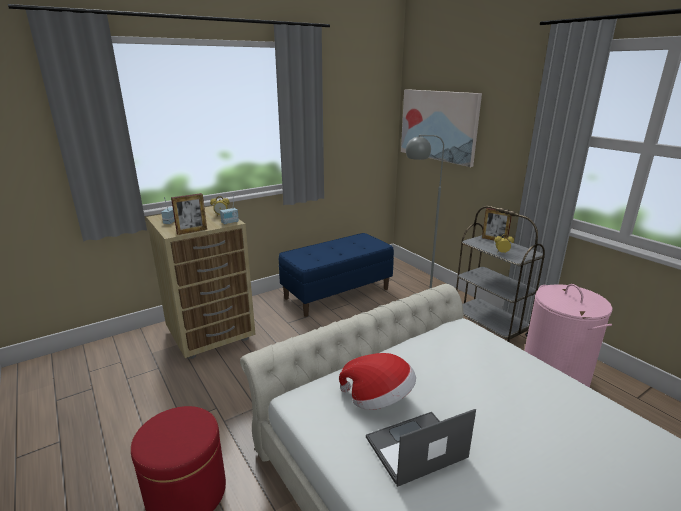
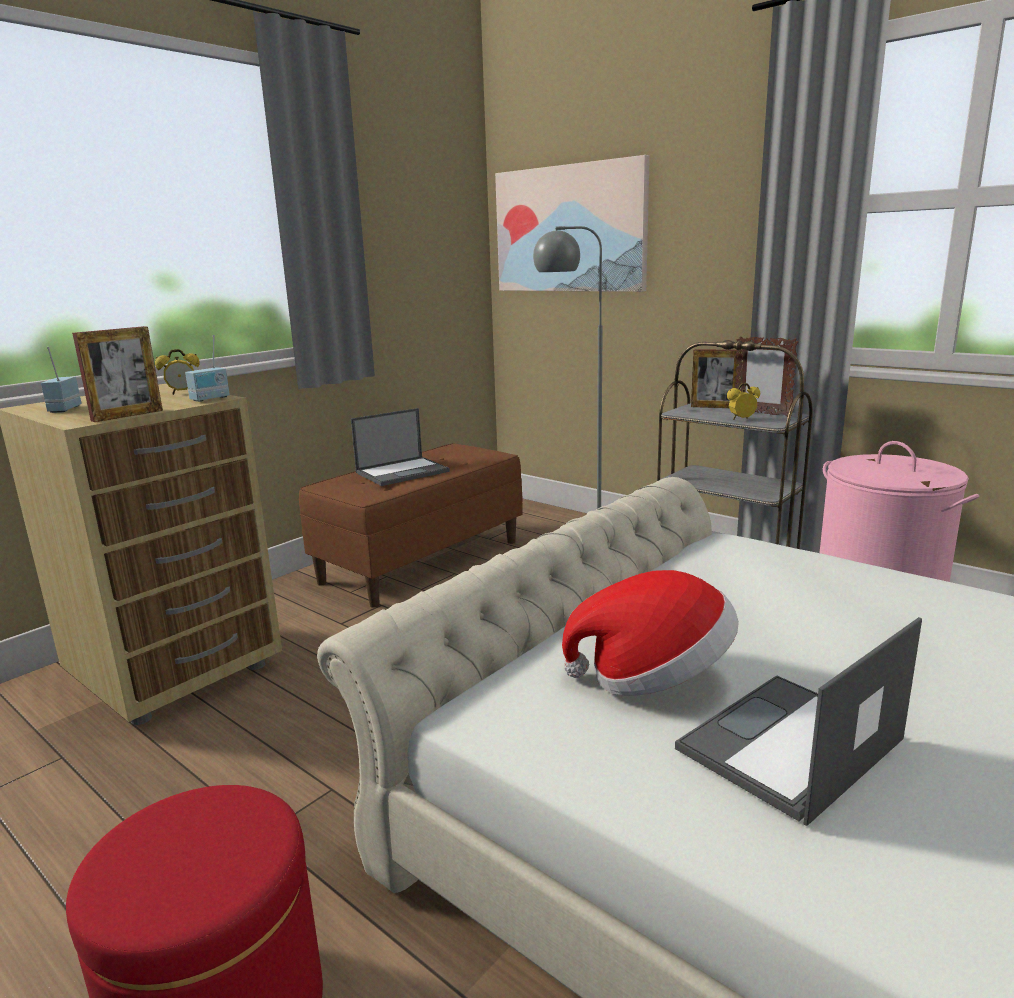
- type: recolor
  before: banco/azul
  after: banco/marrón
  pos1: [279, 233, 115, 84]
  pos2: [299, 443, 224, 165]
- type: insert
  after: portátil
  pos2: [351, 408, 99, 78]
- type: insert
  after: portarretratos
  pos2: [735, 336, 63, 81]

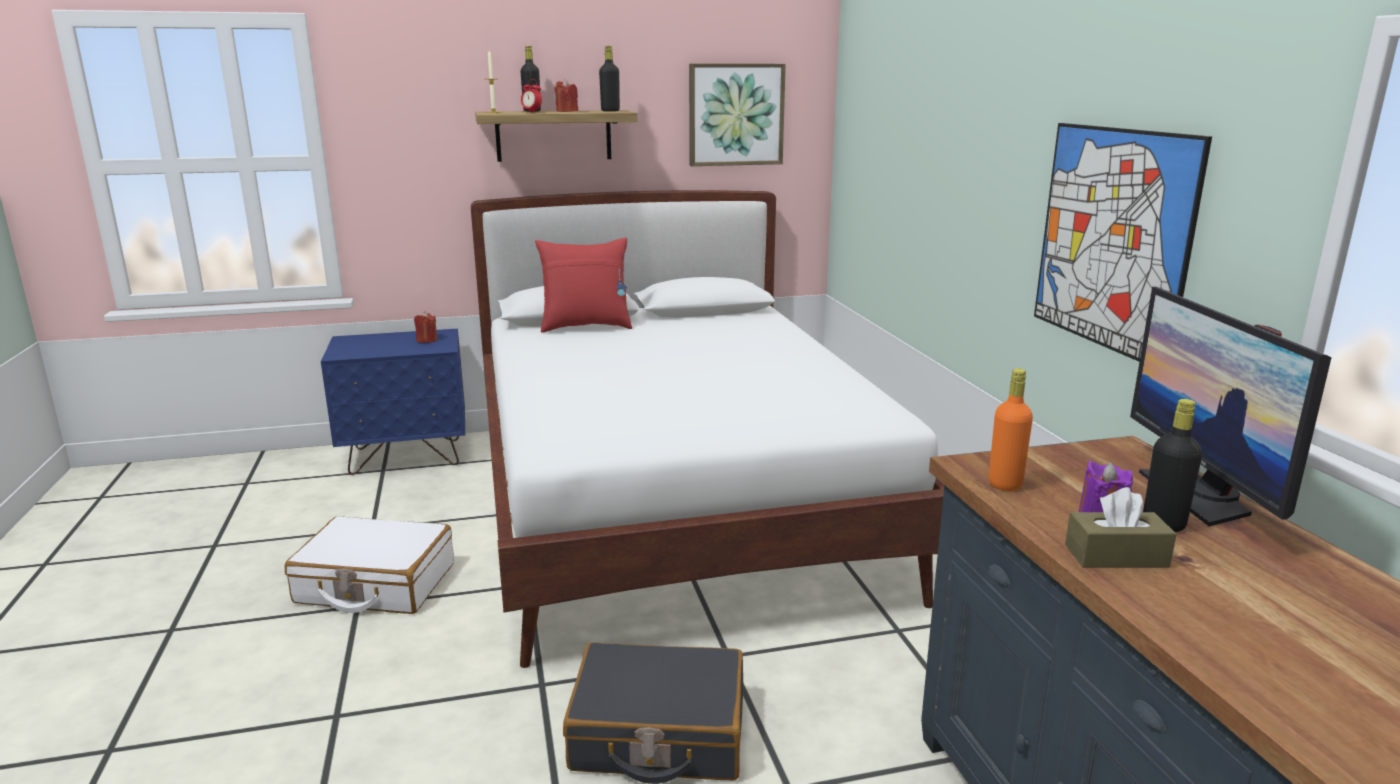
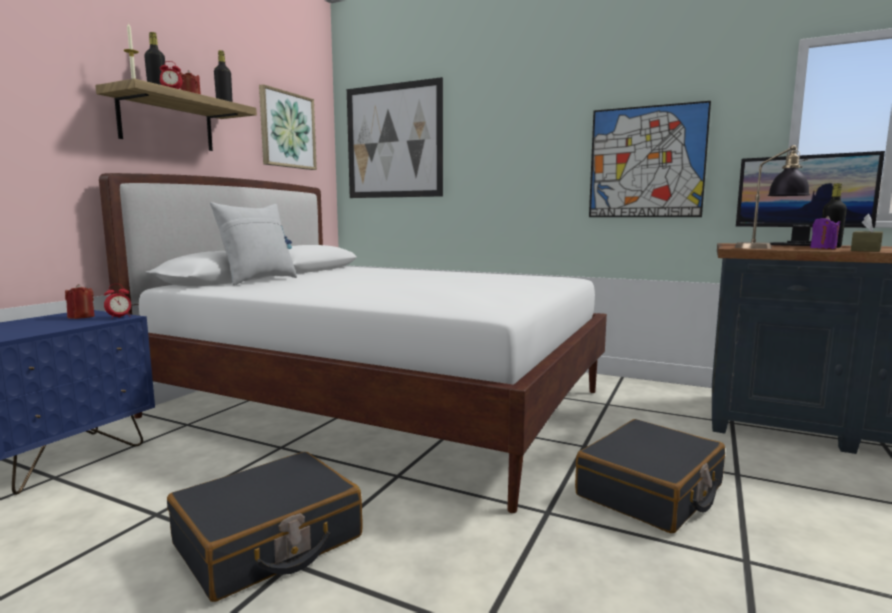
- type: insert
  after: despertador
  pos2: [104, 284, 27, 35]
- type: recolor
  before: maleta/blanco
  after: maleta/negro
  pos1: [285, 516, 169, 98]
  pos2: [167, 452, 196, 150]
- type: recolor
  before: cojín/rojo
  after: cojín/gris
  pos1: [535, 237, 97, 95]
  pos2: [210, 202, 87, 83]
- type: insert
  after: cuadro
  pos2: [347, 77, 96, 121]
- type: replace
  before: botella/naranja
  after: lámpara de mesa
  pos1: [989, 369, 44, 122]
  pos2: [735, 145, 75, 104]

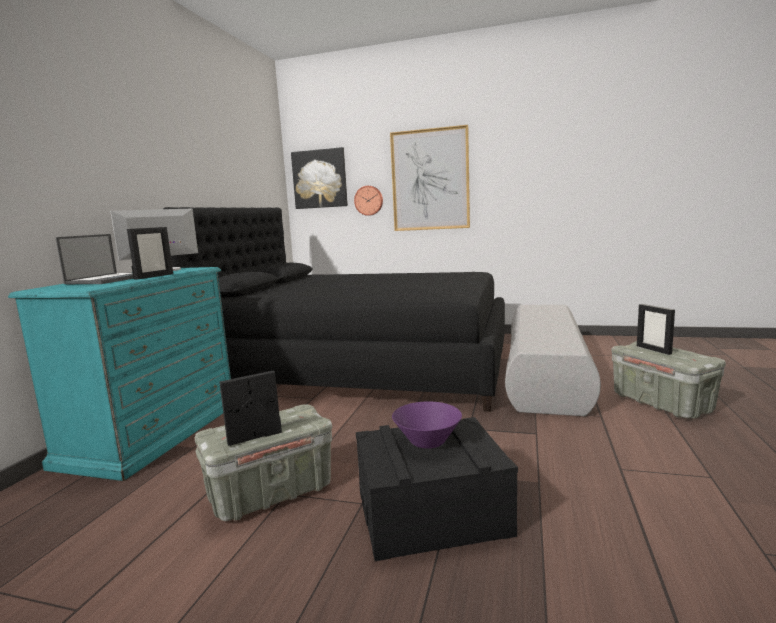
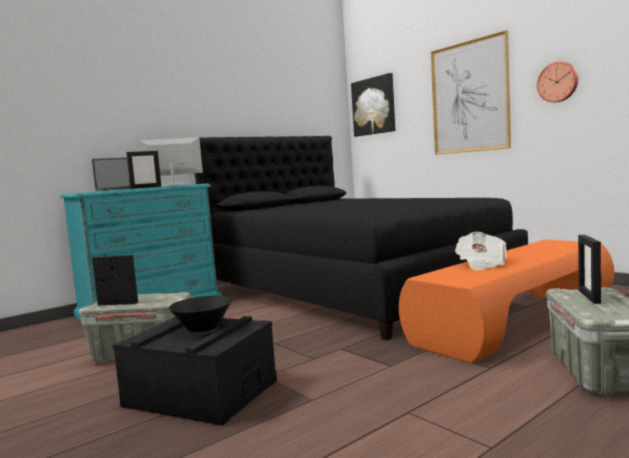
- type: recolor
  before: cuenco/morado
  after: cuenco/negro
  pos1: [392, 401, 70, 48]
  pos2: [169, 296, 63, 36]
- type: recolor
  before: banco/gris
  after: banco/naranja
  pos1: [505, 305, 96, 111]
  pos2: [399, 240, 215, 124]
- type: insert
  after: periódico
  pos2: [455, 232, 51, 38]
- type: move
  before: reloj de pared
  pos1: [354, 186, 29, 30]
  pos2: [537, 62, 41, 40]

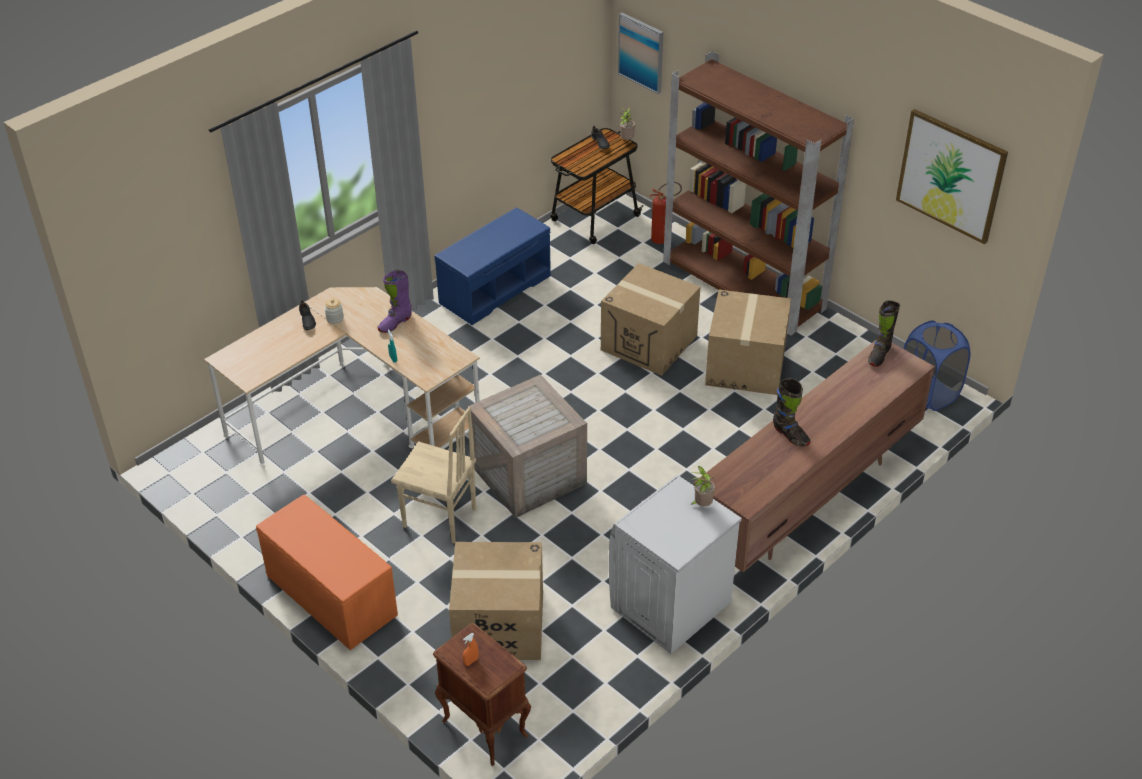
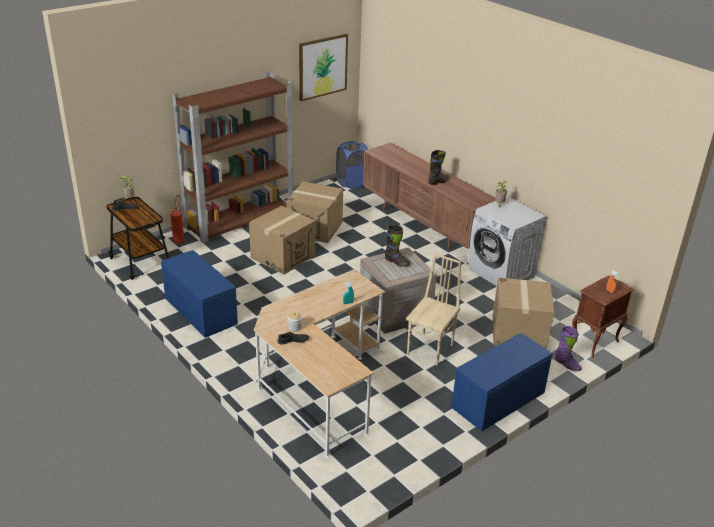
- type: move
  before: bota/negro
  pos1: [868, 300, 32, 67]
  pos2: [385, 224, 25, 43]
- type: recolor
  before: banco/naranja
  after: banco/azul
  pos1: [256, 495, 142, 155]
  pos2: [451, 333, 102, 98]
- type: move
  before: bota/morado
  pos1: [377, 270, 35, 63]
  pos2: [555, 326, 27, 45]
- type: delete
  before: cuadro
  pos1: [618, 13, 45, 81]

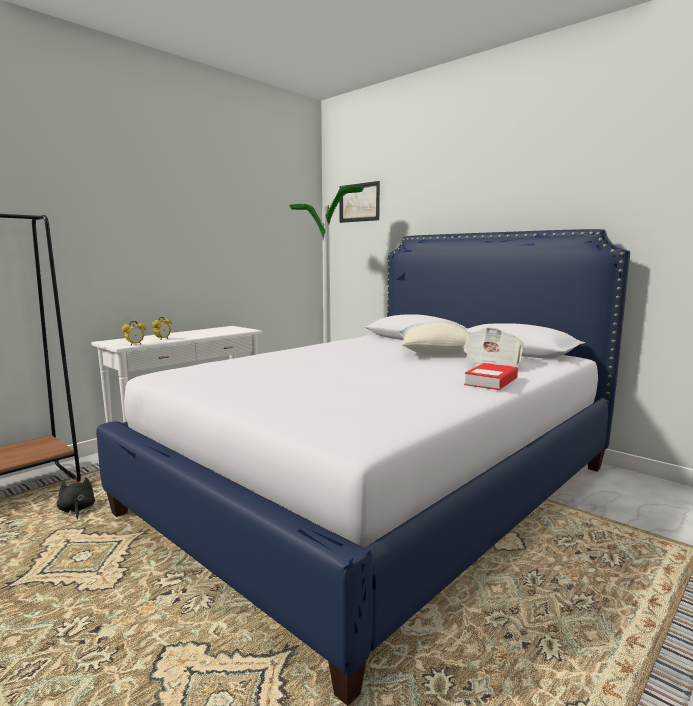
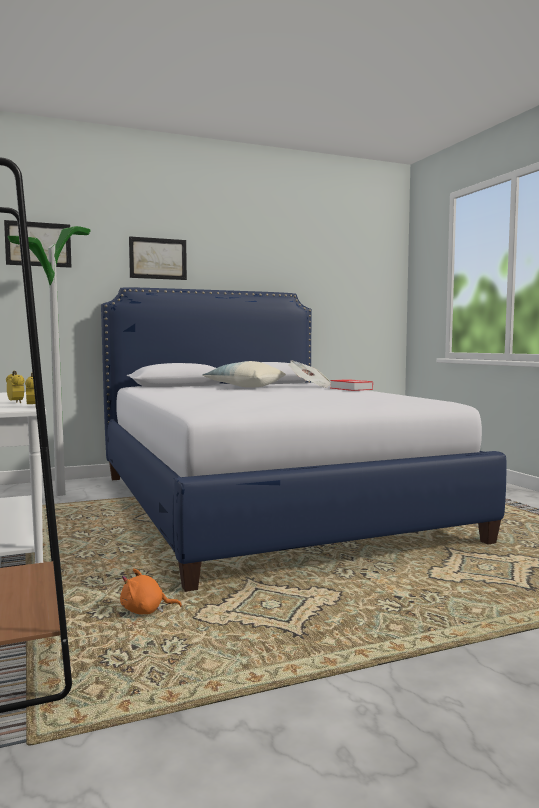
- type: recolor
  before: peluche/negro
  after: peluche/naranja
  pos1: [57, 477, 38, 42]
  pos2: [120, 569, 62, 46]
- type: insert
  after: cuadro
  pos2: [129, 236, 58, 44]

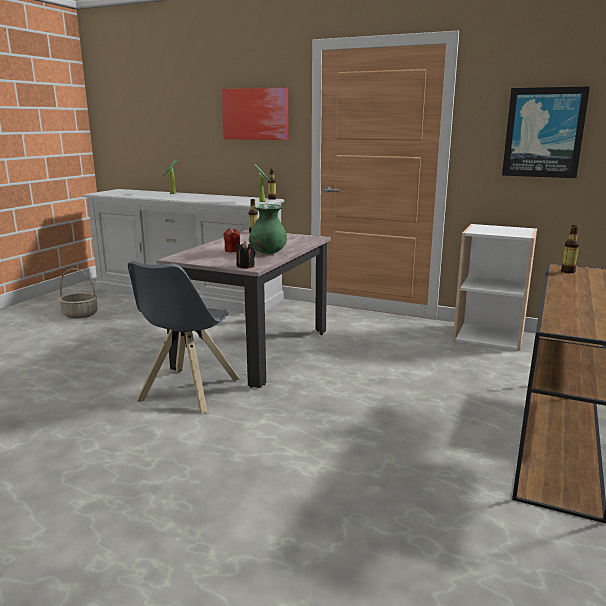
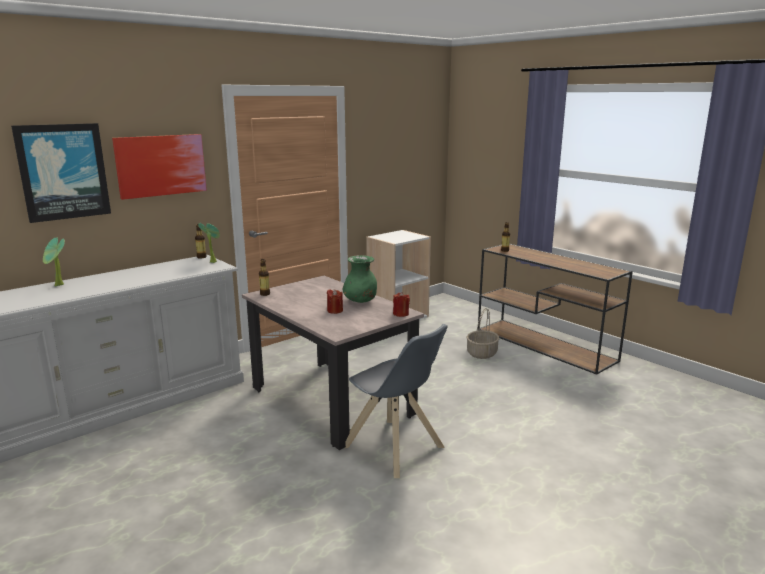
- type: move
  before: cuadro
  pos1: [502, 86, 88, 92]
  pos2: [11, 123, 100, 100]
- type: recolor
  before: vela/negro
  after: vela/rojo
  pos1: [236, 241, 20, 27]
  pos2: [393, 292, 17, 25]
- type: move
  before: cesta
  pos1: [58, 268, 40, 51]
  pos2: [467, 308, 33, 51]

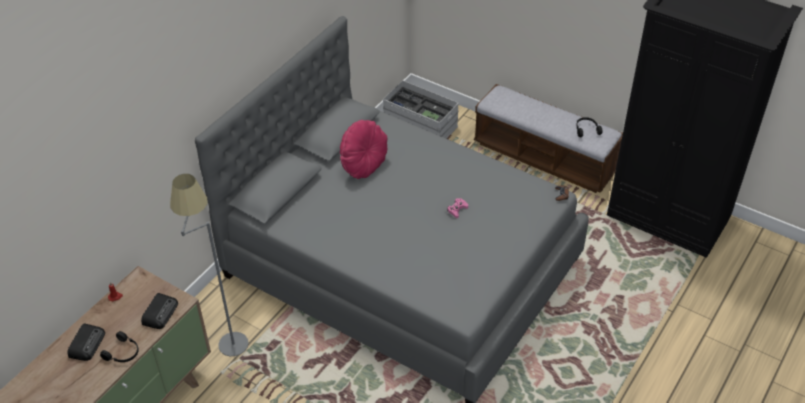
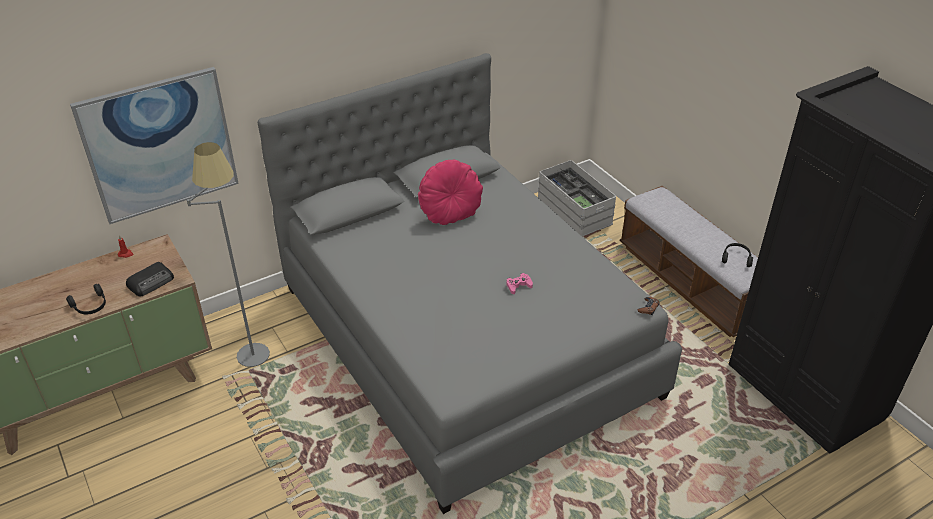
- type: insert
  after: cuadro
  pos2: [70, 67, 169, 157]
- type: delete
  before: radio
  pos1: [68, 323, 37, 38]

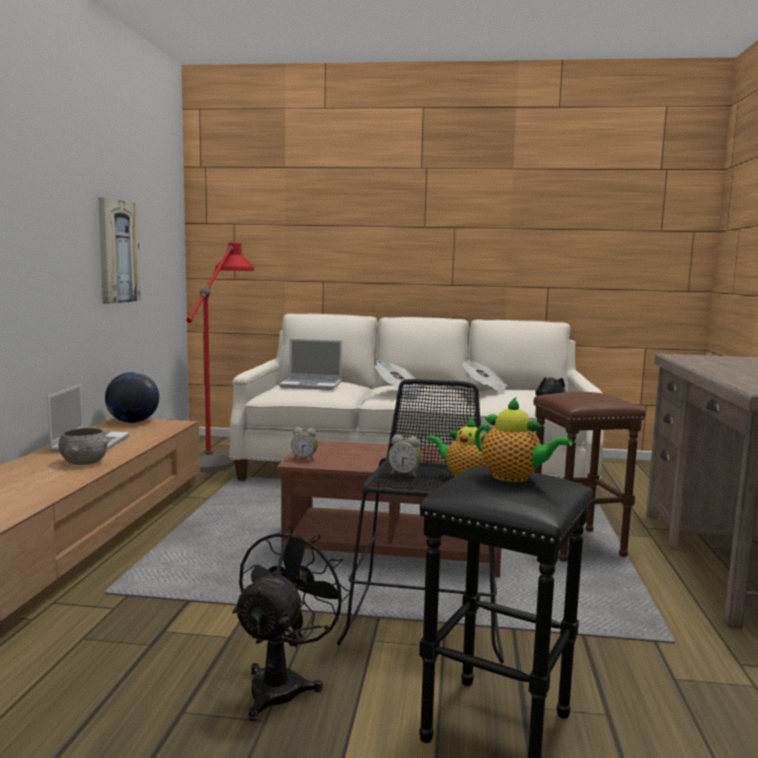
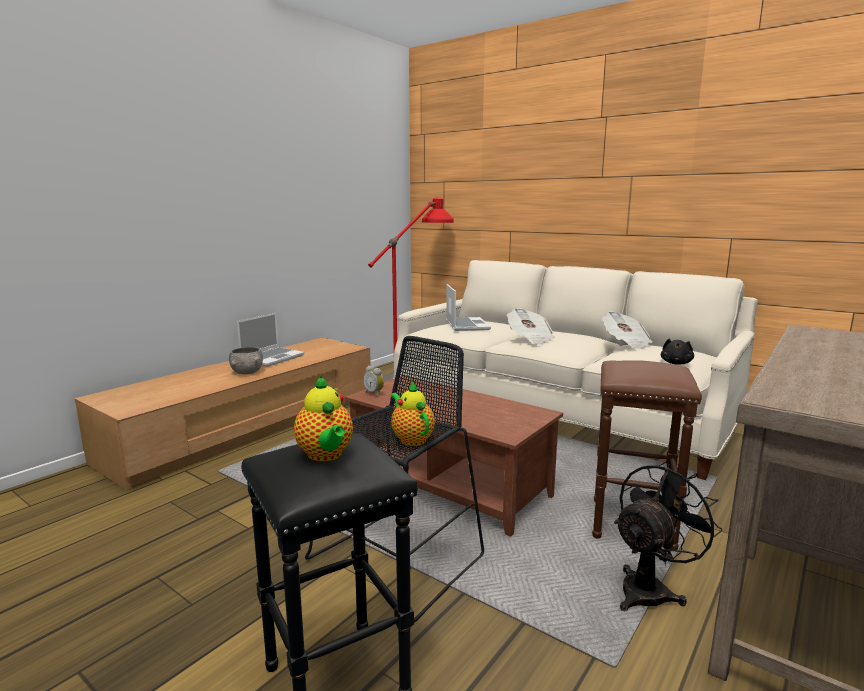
- type: rotate
  before: portátil
  pos1: [279, 339, 63, 51]
  pos2: [446, 284, 45, 47]
  turn: -135
- type: move
  before: ventilador/negro
  pos1: [232, 526, 119, 195]
  pos2: [614, 461, 109, 151]
- type: delete
  before: cuadro
  pos1: [98, 197, 43, 107]
- type: delete
  before: globo terráqueo
  pos1: [105, 372, 54, 51]
- type: delete
  before: despertador
  pos1: [388, 435, 34, 43]

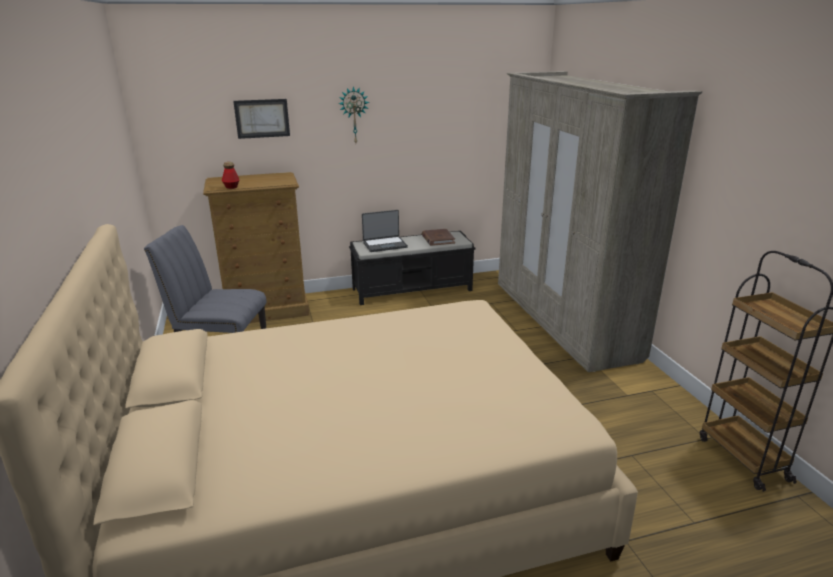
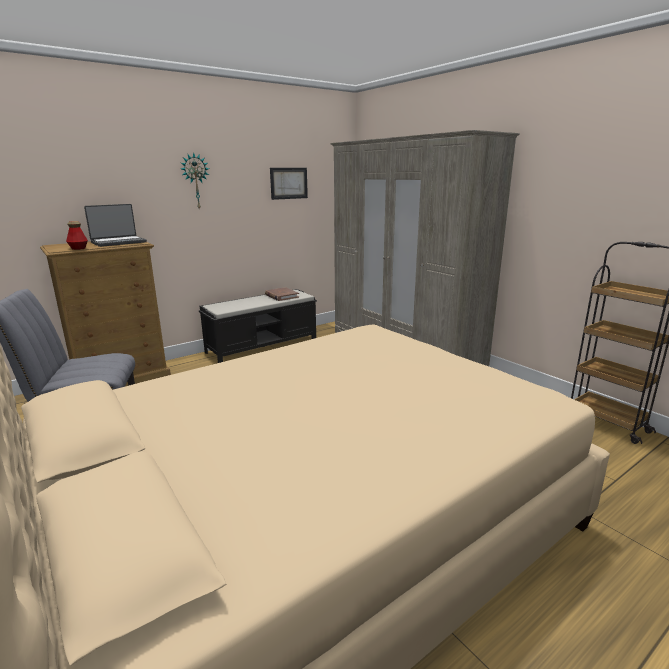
- type: move
  before: portátil
  pos1: [362, 210, 46, 42]
  pos2: [84, 204, 63, 43]
- type: move
  before: cuadro
  pos1: [233, 99, 57, 40]
  pos2: [270, 168, 38, 32]

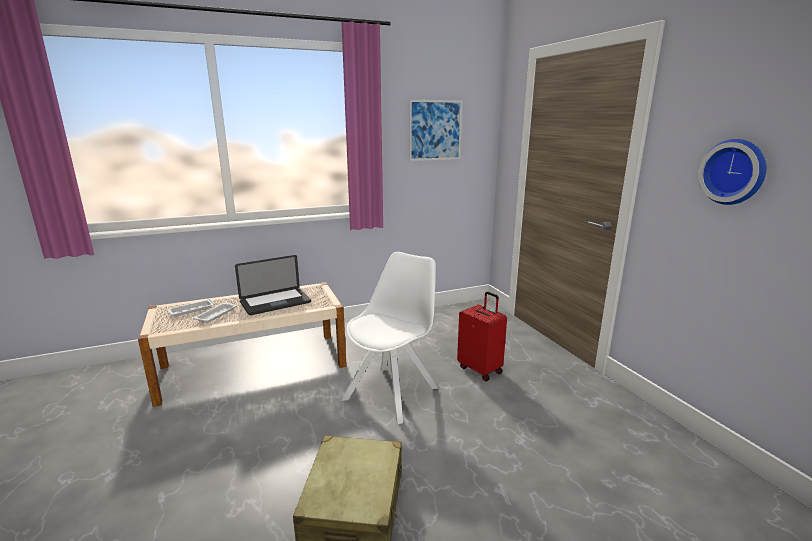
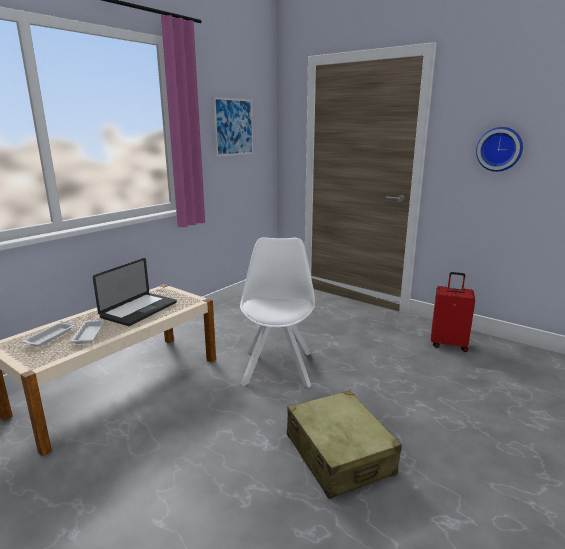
- type: move
  before: maleta/rojo
  pos1: [457, 292, 50, 89]
  pos2: [431, 272, 44, 80]

